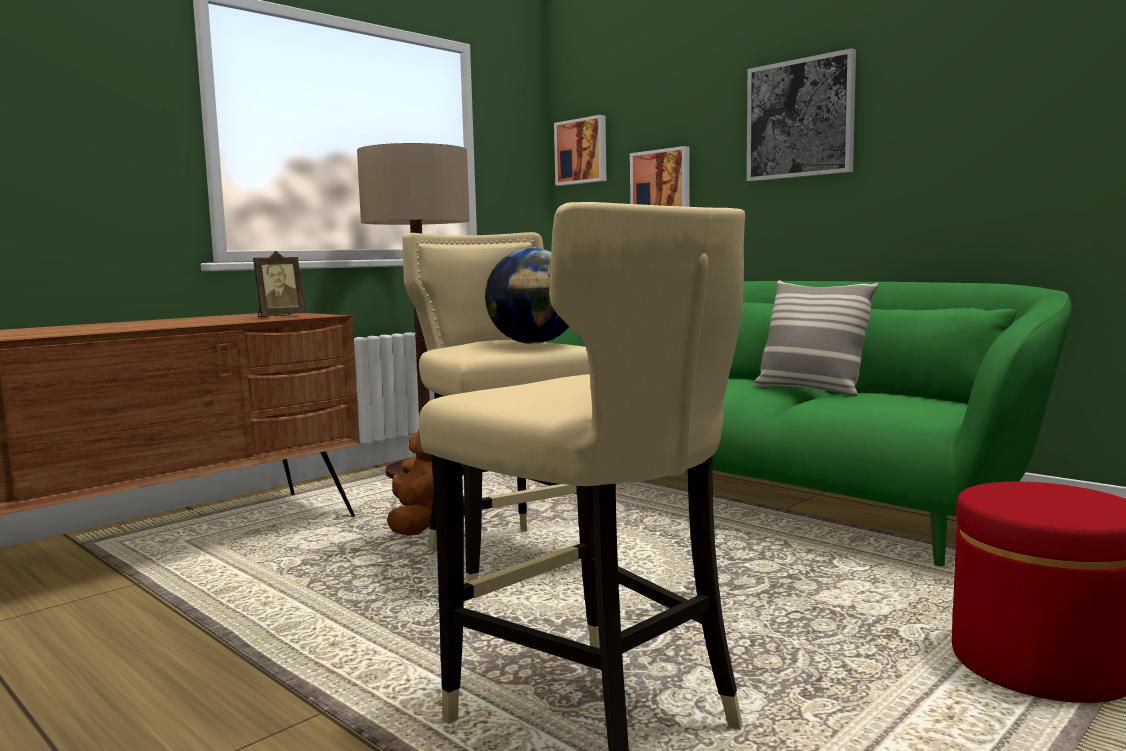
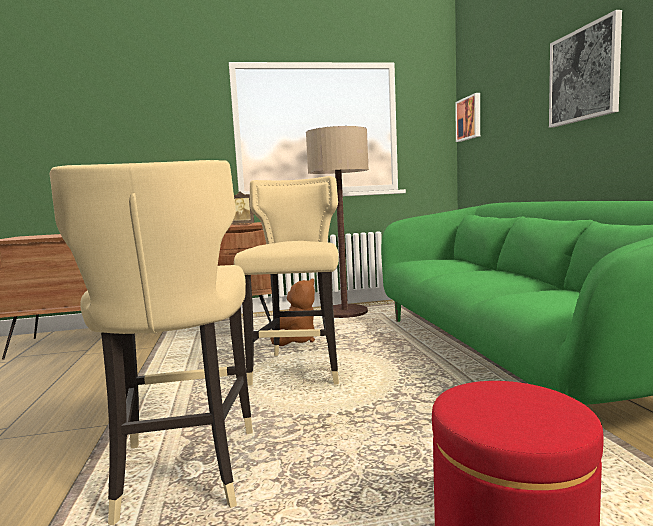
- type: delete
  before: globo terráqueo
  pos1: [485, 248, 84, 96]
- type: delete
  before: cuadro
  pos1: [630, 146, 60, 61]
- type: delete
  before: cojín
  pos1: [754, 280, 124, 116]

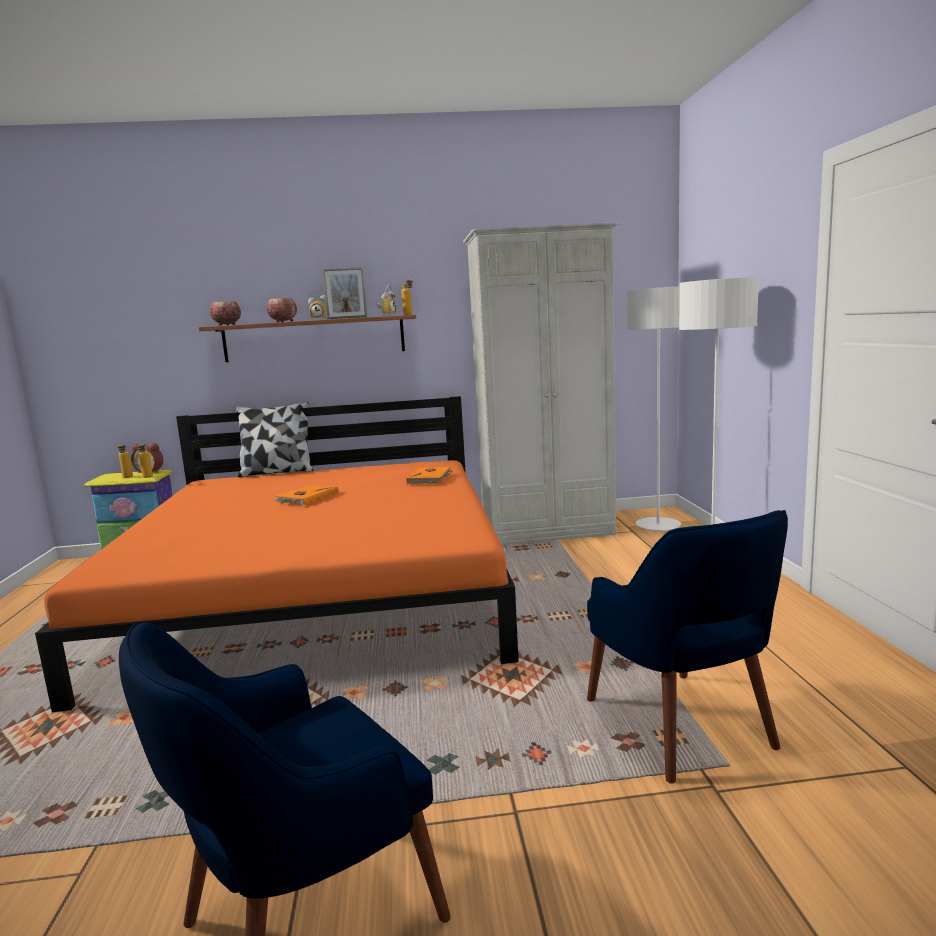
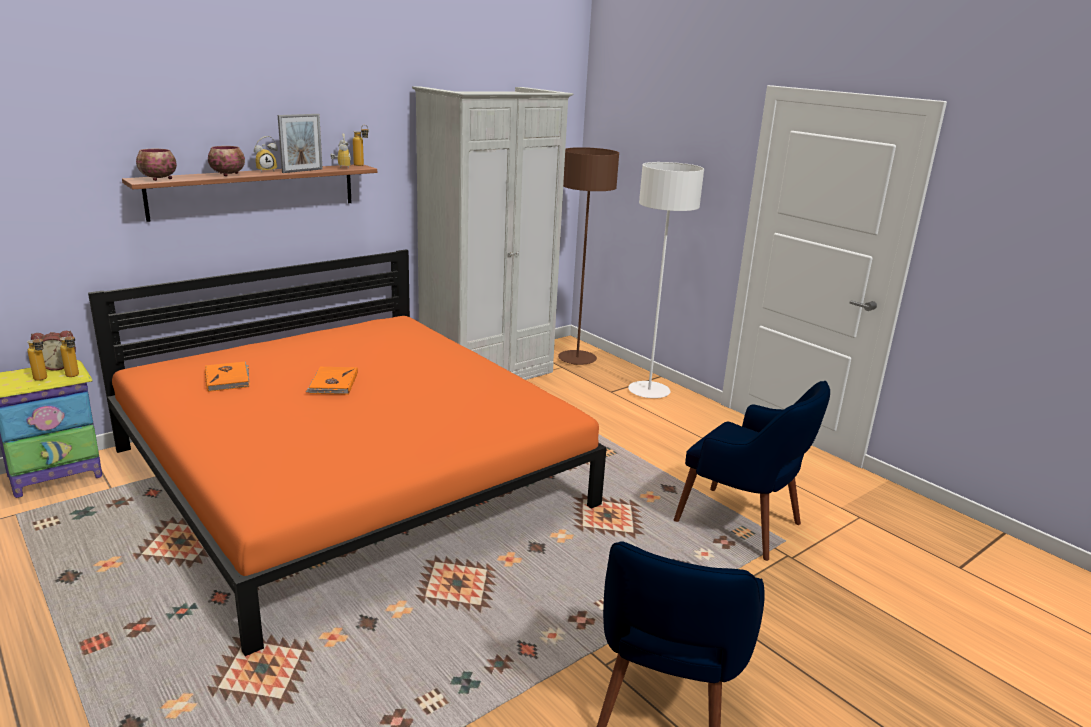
- type: move
  before: libro/naranja
  pos1: [406, 467, 46, 17]
  pos2: [205, 362, 45, 30]
- type: recolor
  before: lámpara de pie/blanco
  after: lámpara de pie/marrón
  pos1: [627, 287, 54, 244]
  pos2: [558, 147, 61, 218]
- type: delete
  before: cojín
  pos1: [236, 402, 77, 76]

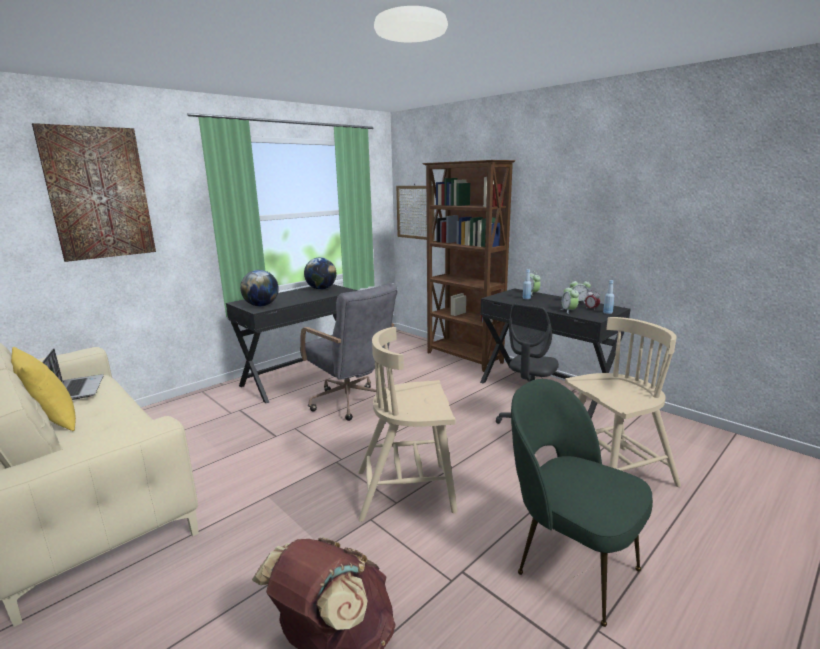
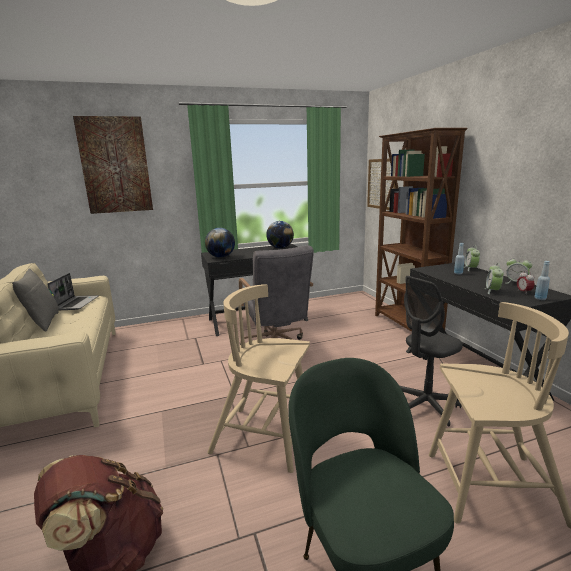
- type: recolor
  before: cojín/amarillo
  after: cojín/gris
  pos1: [11, 347, 65, 84]
  pos2: [12, 268, 47, 64]

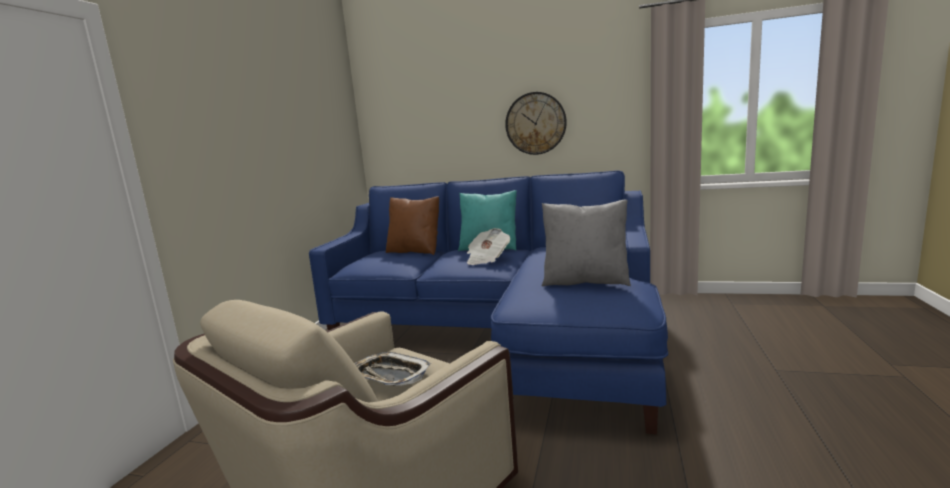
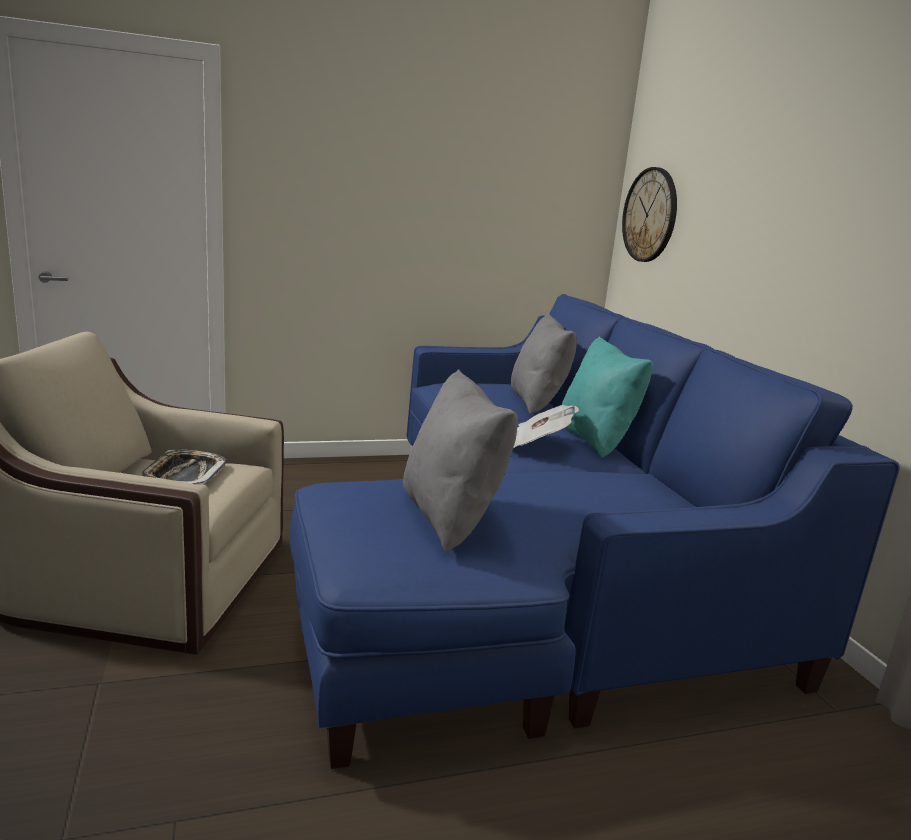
- type: recolor
  before: cojín/marrón
  after: cojín/gris
  pos1: [386, 196, 53, 59]
  pos2: [511, 314, 66, 100]
- type: move
  before: reloj de pared
  pos1: [505, 92, 62, 63]
  pos2: [622, 167, 55, 95]

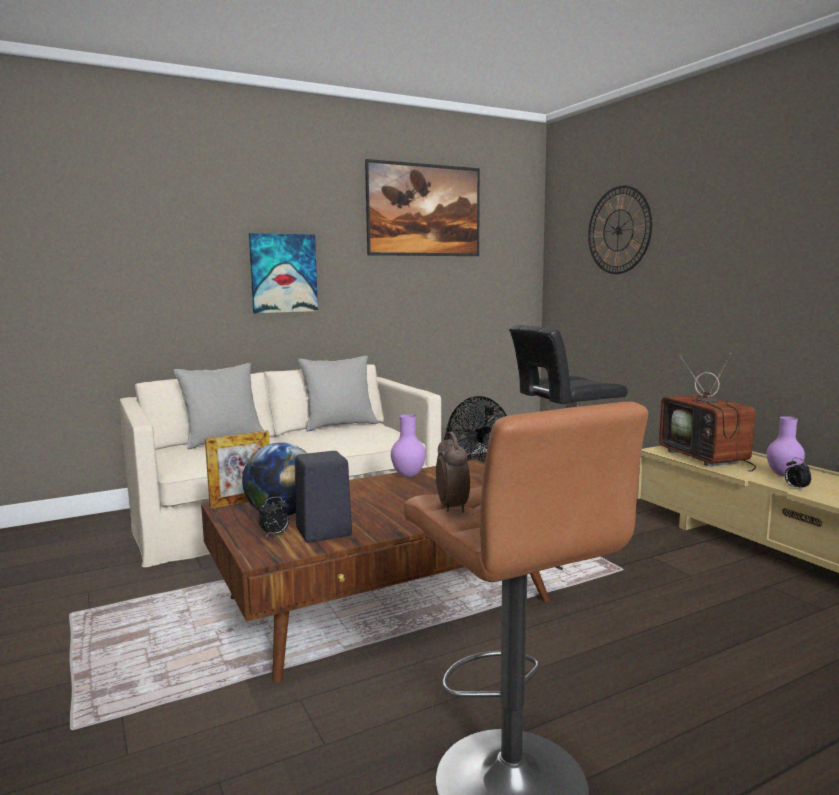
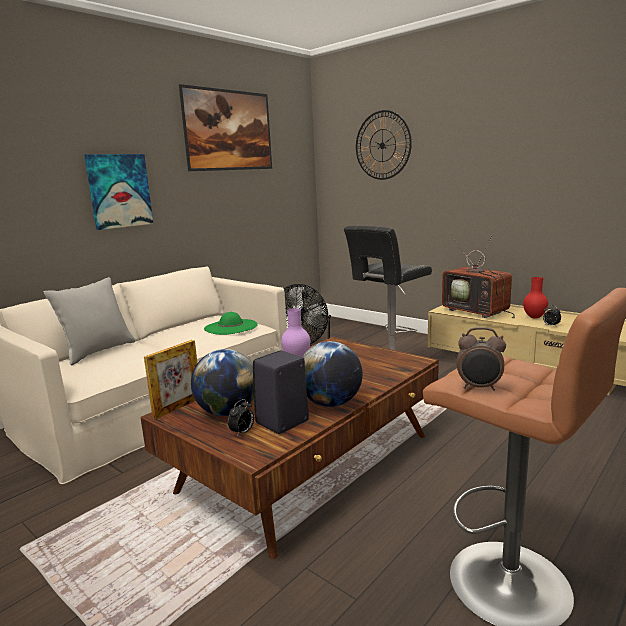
- type: insert
  after: sombrero/verde
  pos2: [204, 312, 54, 23]
- type: insert
  after: globo terráqueo
  pos2: [302, 341, 61, 66]
- type: rotate
  before: despertador
  pos1: [436, 432, 34, 81]
  pos2: [456, 327, 50, 64]
  turn: 135
- type: recolor
  before: florero/morado
  after: florero/rojo
  pos1: [767, 416, 38, 61]
  pos2: [523, 277, 25, 42]
- type: delete
  before: cojín/gris
  pos1: [298, 356, 80, 75]

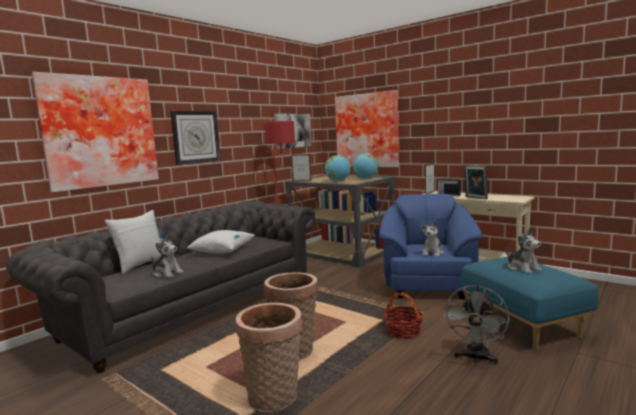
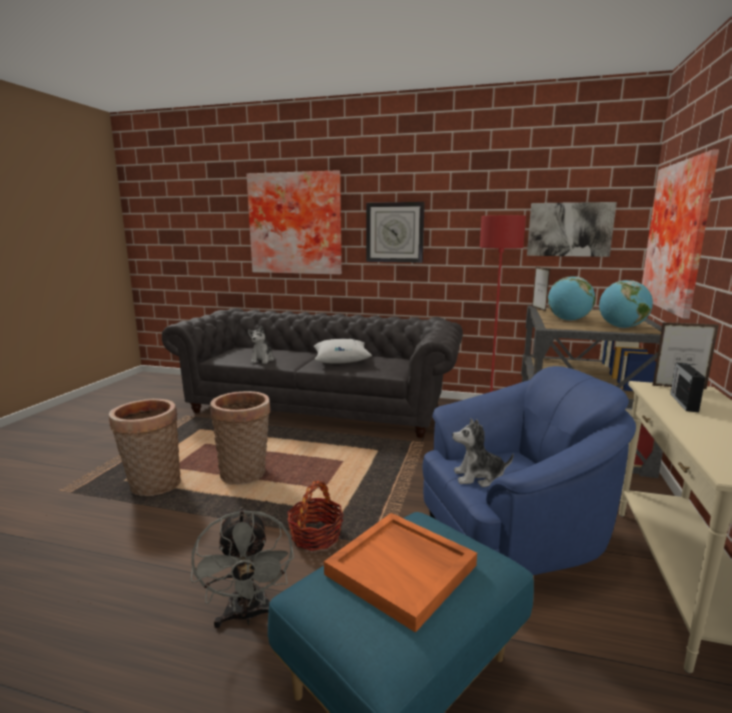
- type: rotate
  before: ventilador/gris
  pos1: [444, 285, 66, 79]
  pos2: [191, 507, 103, 121]
  turn: -105
- type: replace
  before: peluche
  after: bandeja/naranja
  pos1: [505, 228, 37, 46]
  pos2: [324, 513, 153, 120]
- type: delete
  before: cojín/gris
  pos1: [104, 210, 60, 64]
- type: delete
  before: portarretratos
  pos1: [464, 165, 24, 34]

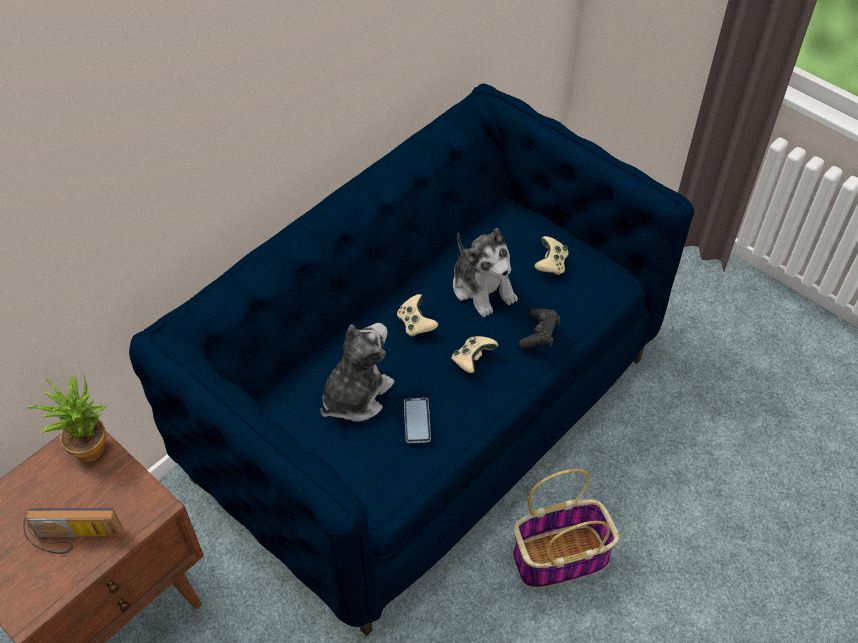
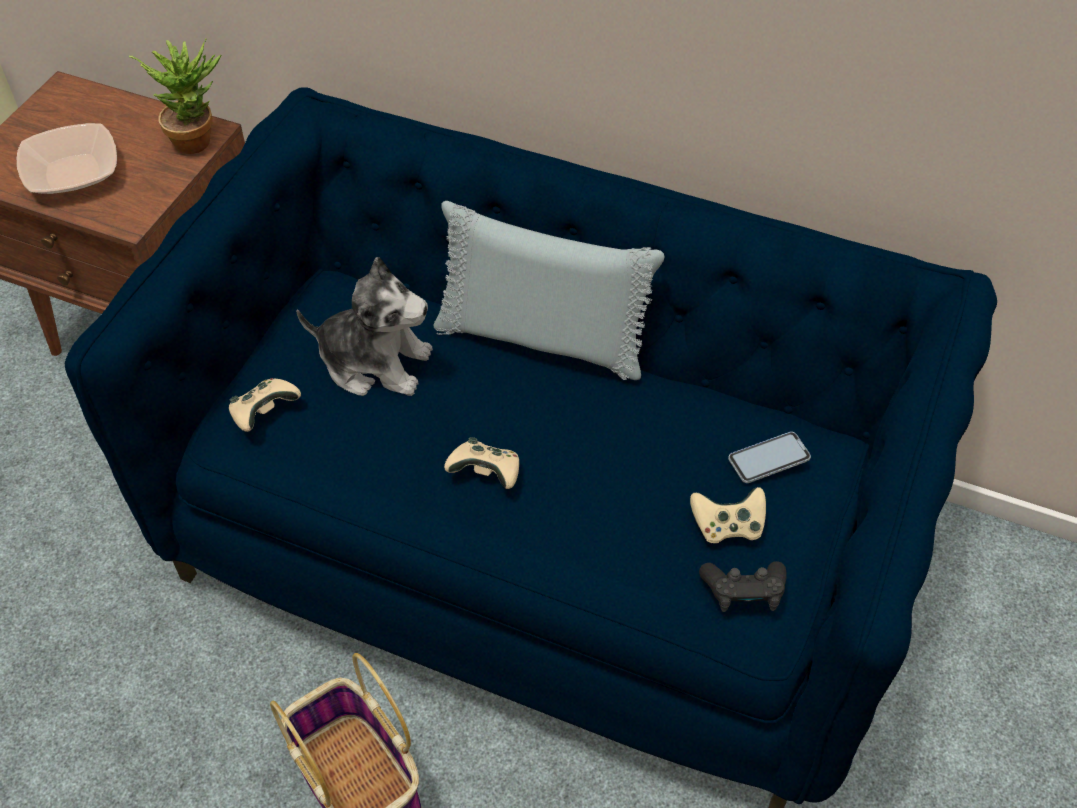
- type: replace
  before: radio
  after: cuenco
  pos1: [23, 508, 99, 46]
  pos2: [17, 123, 100, 71]
- type: move
  before: mando de consola/beis
  pos1: [397, 294, 41, 43]
  pos2: [229, 378, 72, 54]
- type: insert
  after: cojín/azul
  pos2: [433, 201, 232, 179]
- type: move
  before: mando de consola/negro
  pos1: [519, 308, 41, 41]
  pos2: [699, 561, 87, 51]
- type: move
  before: móvil
  pos1: [404, 398, 27, 45]
  pos2: [728, 432, 83, 51]
- type: delete
  before: peluche
  pos1: [453, 228, 65, 89]

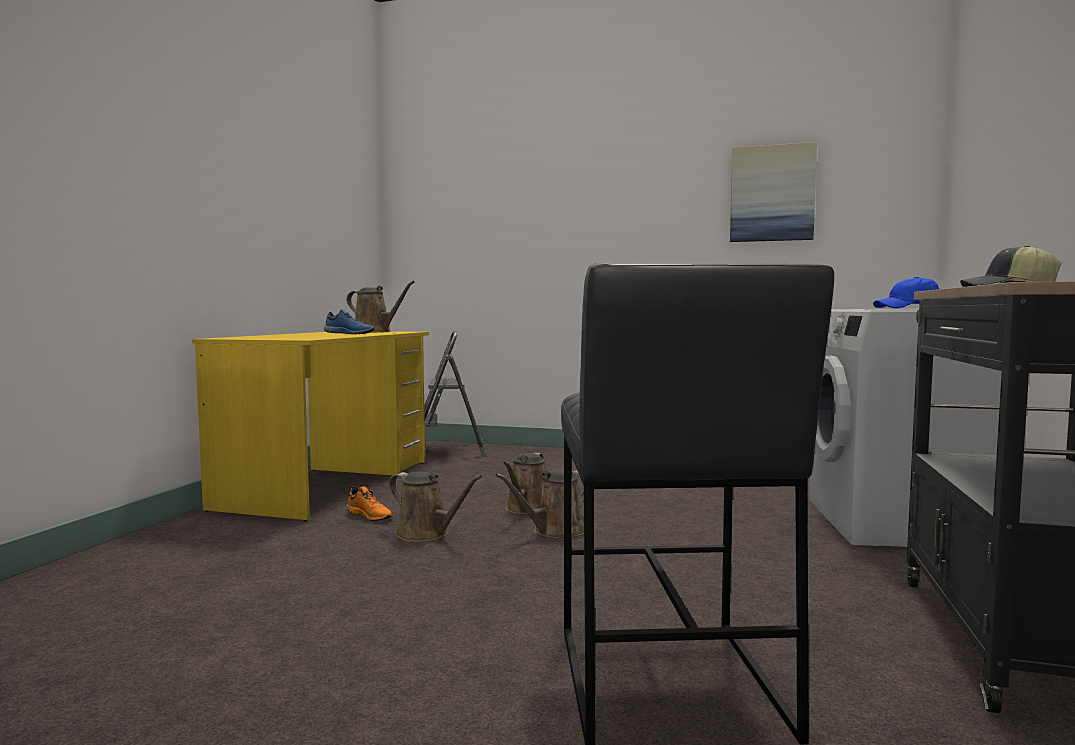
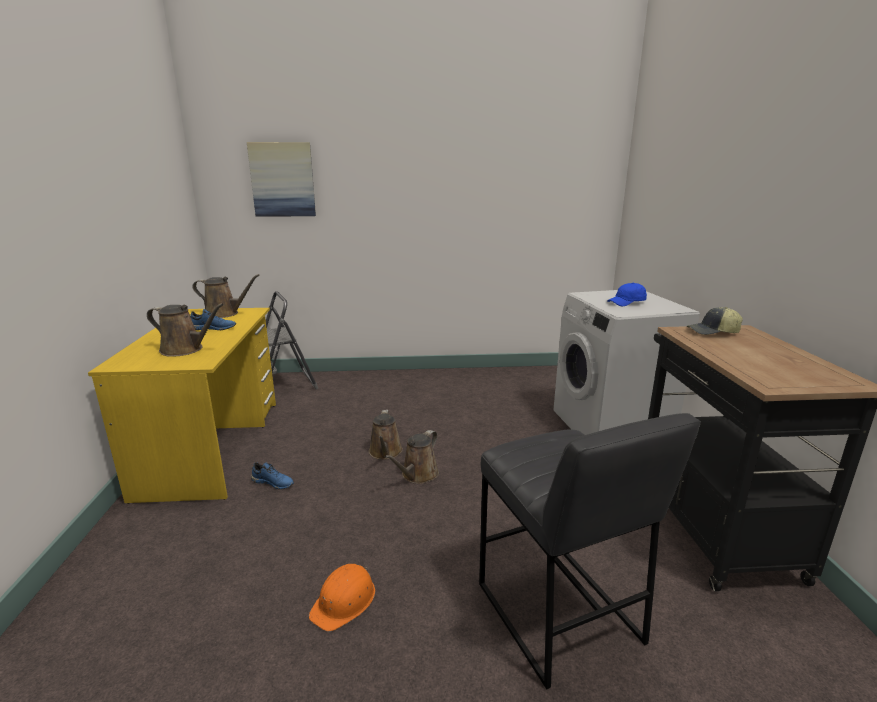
- type: move
  before: regadera/marrón
  pos1: [389, 471, 93, 71]
  pos2: [147, 303, 77, 54]
- type: move
  before: cuadro
  pos1: [730, 142, 87, 100]
  pos2: [247, 142, 69, 75]
- type: recolor
  before: zapato/naranja
  after: zapato/azul
  pos1: [346, 486, 46, 35]
  pos2: [251, 462, 43, 27]
- type: insert
  after: casco/naranja
  pos2: [309, 564, 66, 68]

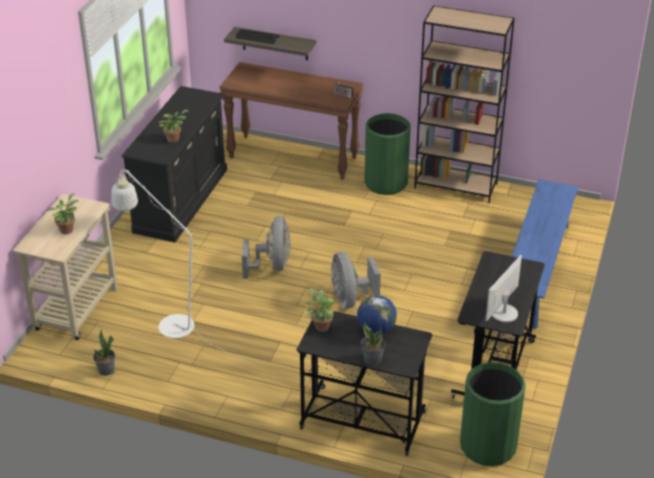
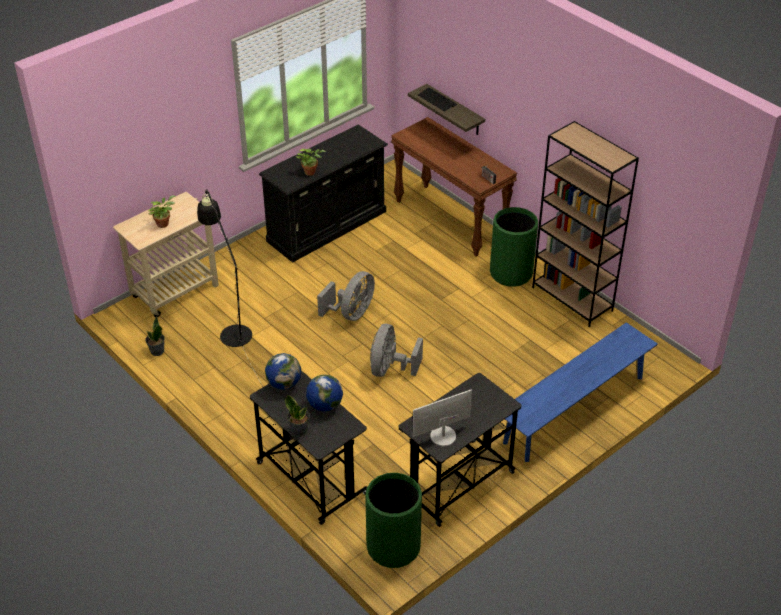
- type: recolor
  before: lámpara de pie/blanco
  after: lámpara de pie/negro
  pos1: [111, 169, 143, 197]
  pos2: [197, 189, 65, 196]
- type: replace
  before: planta en maceta
  after: globo terráqueo
  pos1: [306, 288, 29, 44]
  pos2: [265, 353, 36, 37]

